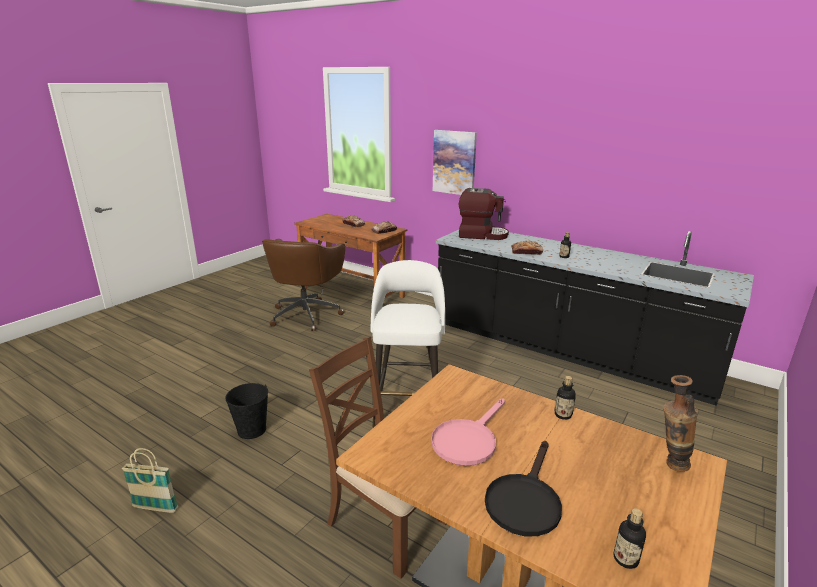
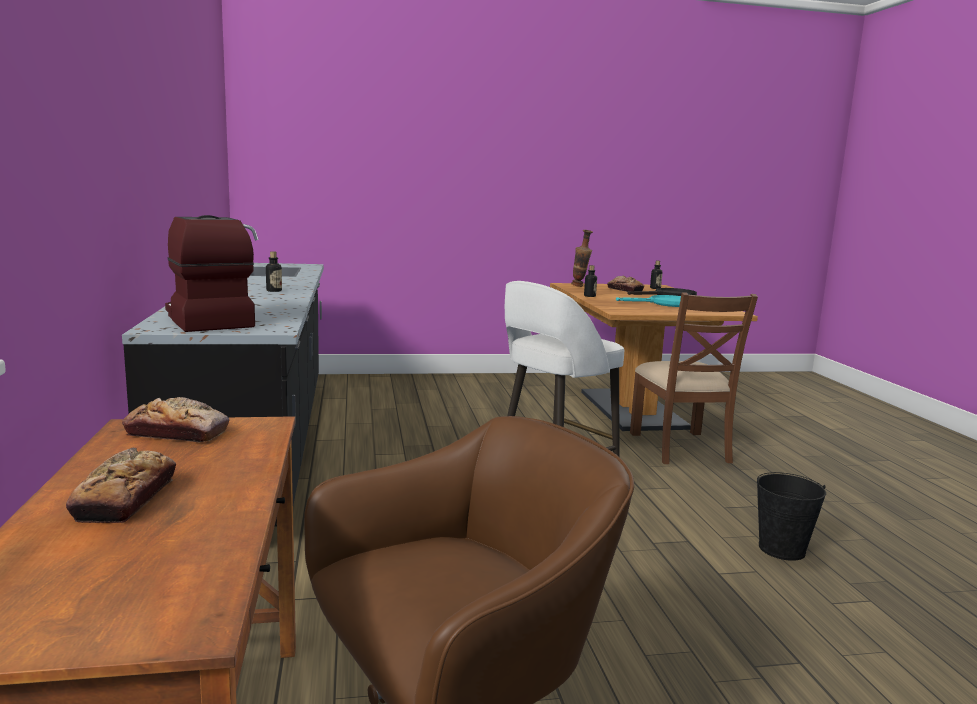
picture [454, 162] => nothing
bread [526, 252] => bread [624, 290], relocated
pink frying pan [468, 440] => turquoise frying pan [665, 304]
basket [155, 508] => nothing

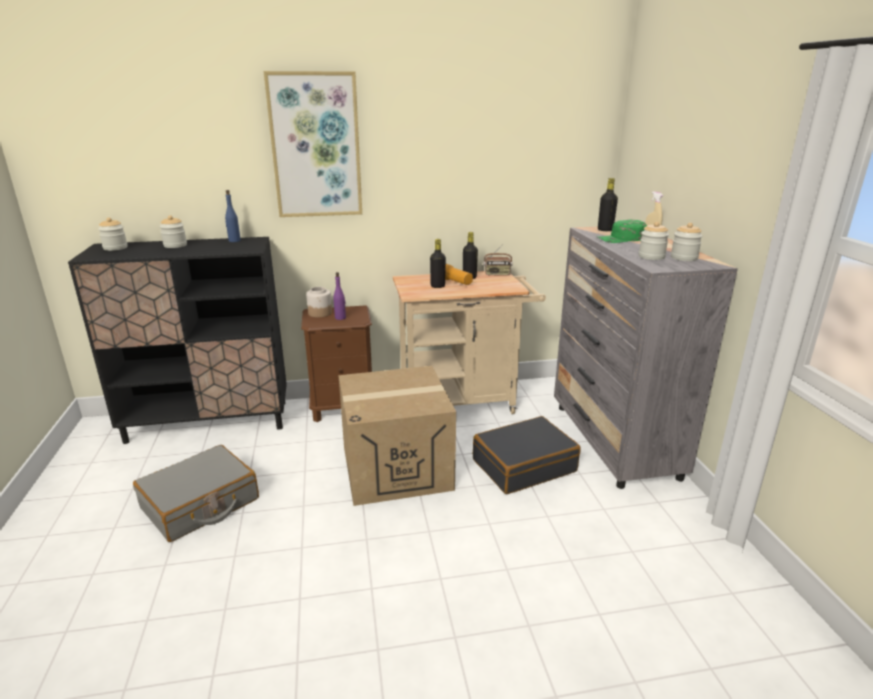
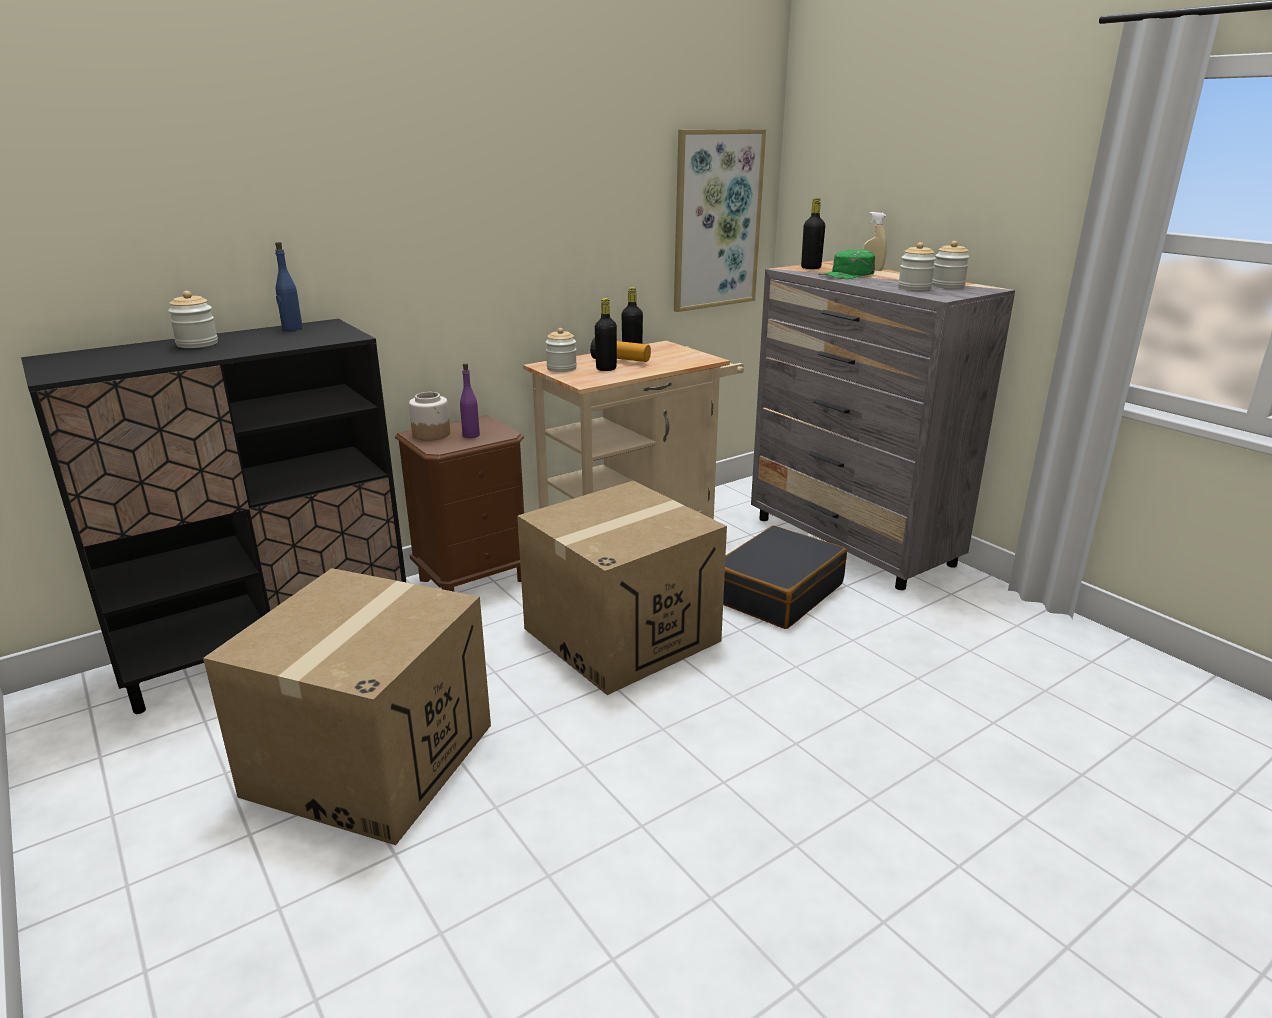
picture [316, 146] => picture [716, 220], relocated
jar [115, 248] => jar [561, 368], relocated
radio [497, 274] => nothing
grey suitcase [200, 504] => cardboard box [371, 759]

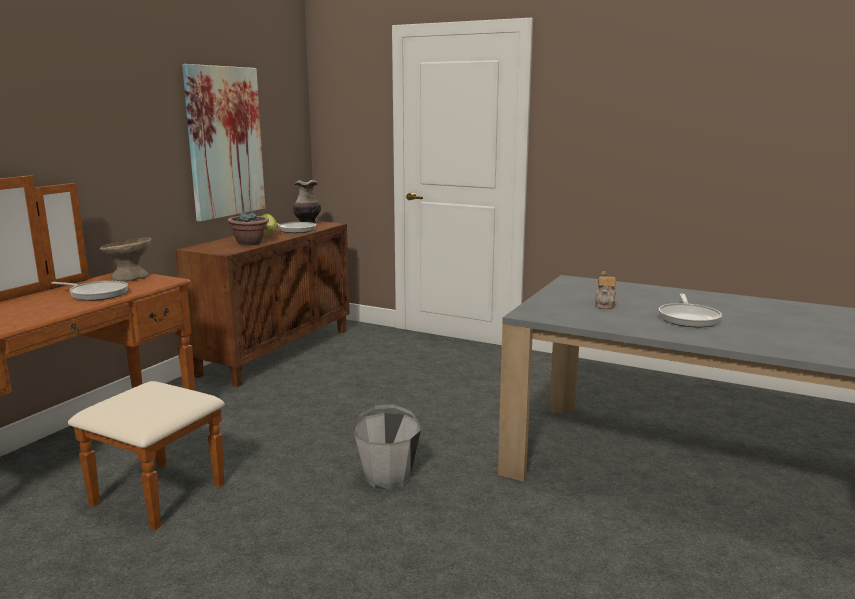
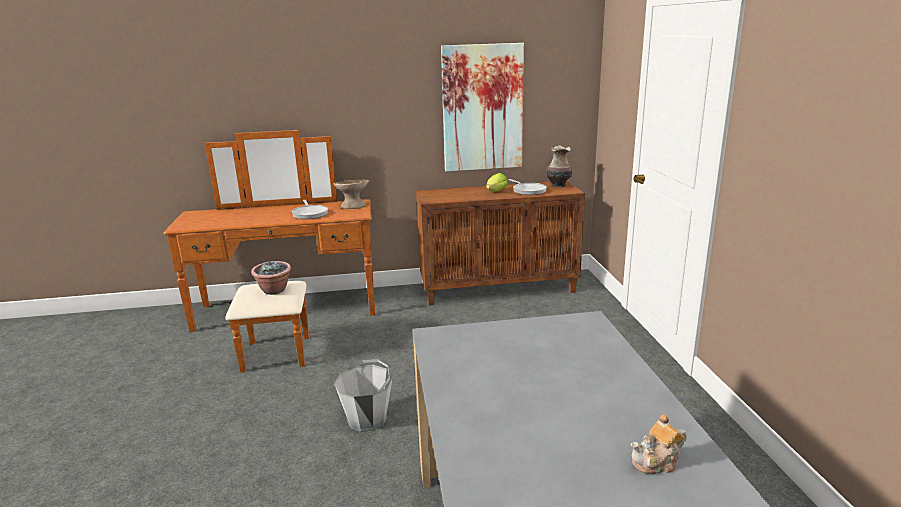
potted plant [250, 243] => potted plant [274, 290], relocated
teapot [605, 304] => teapot [657, 462], relocated
frying pan [688, 318] => nothing

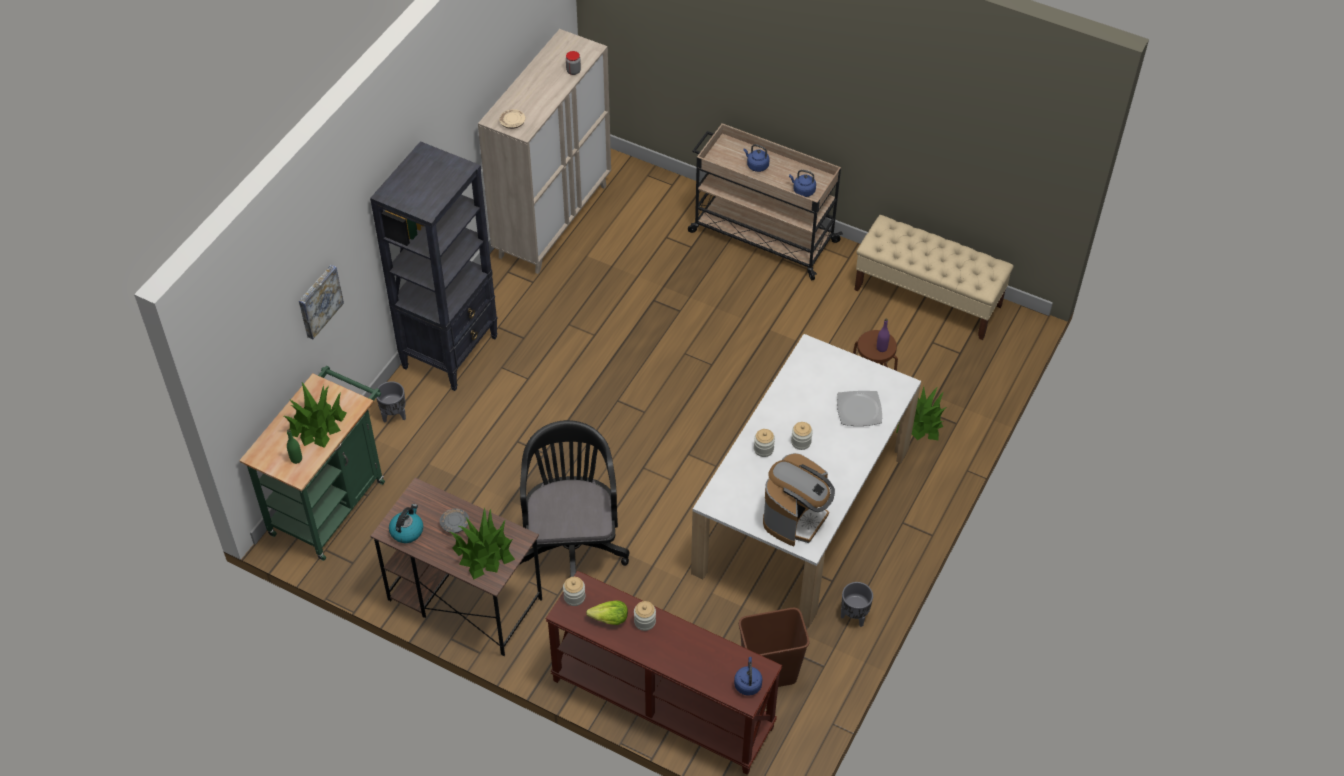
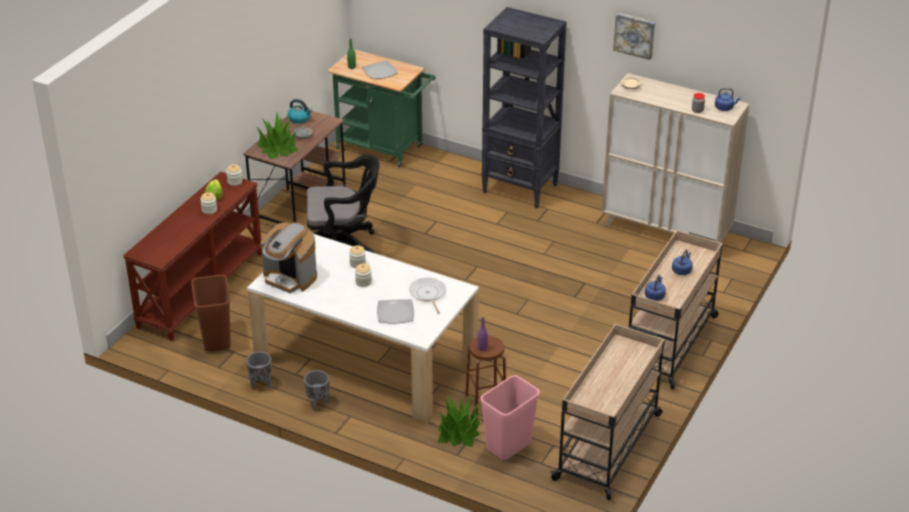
beige bench [928, 297] => beige cart [608, 445]
picture [318, 300] => picture [635, 35], relocated
grey planter [393, 415] => grey planter [318, 403], relocated
potted plant [316, 424] => plate [380, 72]
blue kettle [747, 683] => blue kettle [725, 108], relocated
nothing => frying pan [428, 294]
nothing => pink trash can [508, 446]

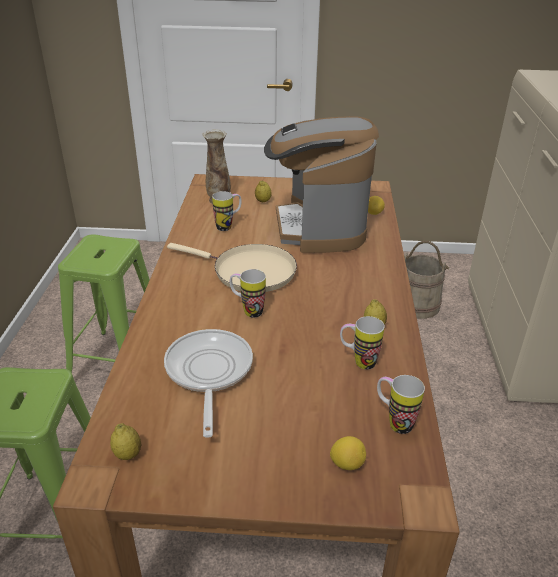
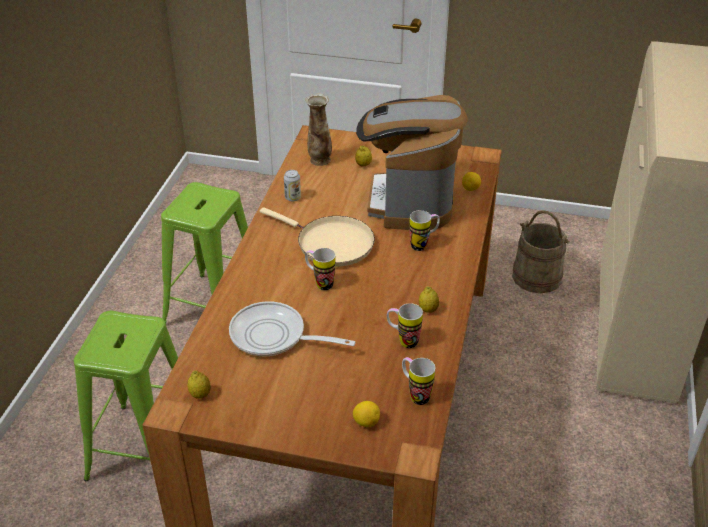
mug [228, 226] => mug [423, 245], relocated
frying pan [208, 373] => frying pan [274, 336], 75 degrees counterclockwise
nothing => can [292, 198]

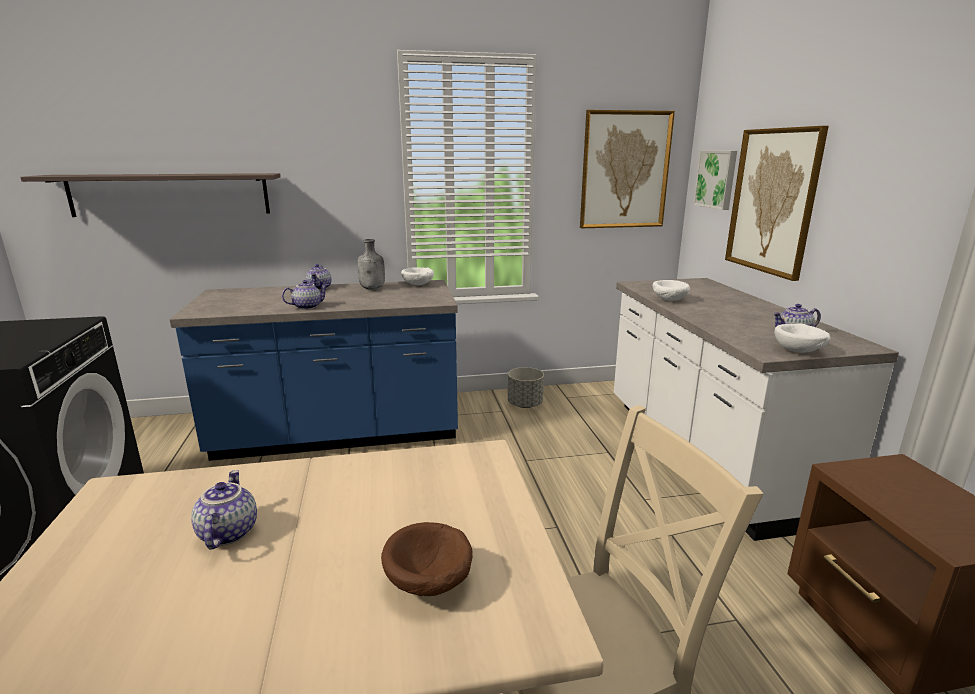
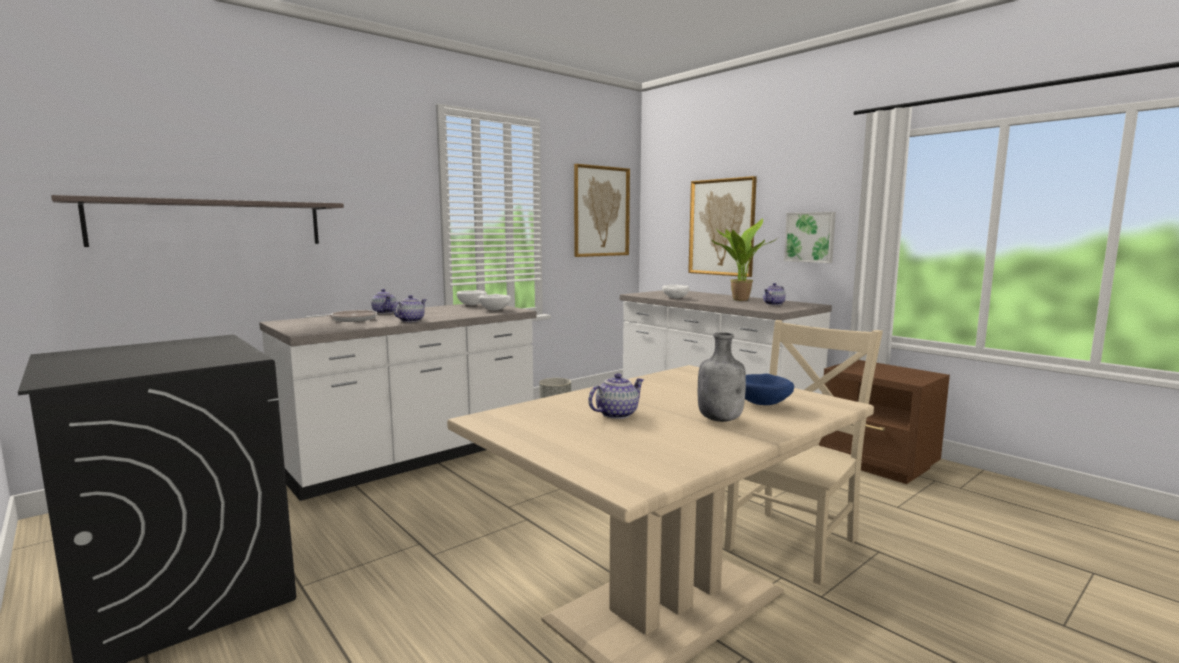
picture [716, 179] => picture [810, 237], relocated
grey bottle [373, 288] => grey bottle [721, 419], relocated
blue counter [339, 433] => white counter [414, 457]
white bowl [799, 351] => white bowl [496, 310], relocated
teapot [227, 532] => teapot [616, 414], 90 degrees clockwise
brown bowl [429, 584] => blue bowl [765, 404]
nothing => potted plant [739, 300]
nothing => frying pan [350, 320]

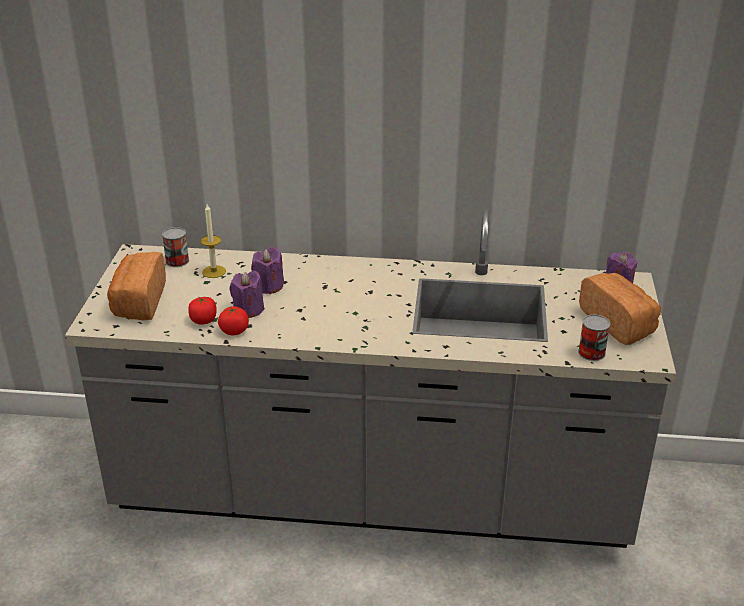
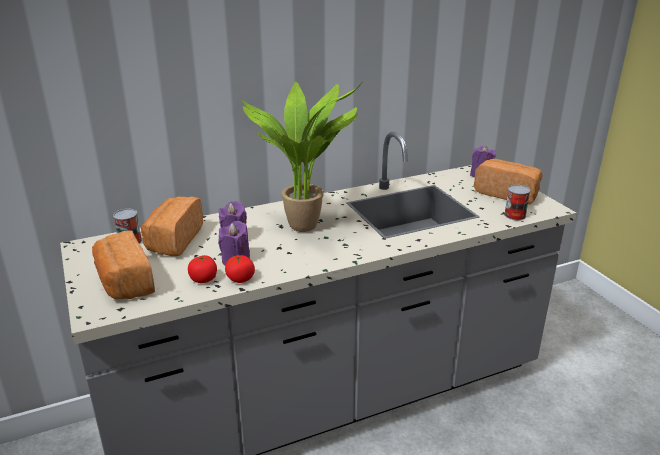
candle [214, 271] => bread [173, 240]
nothing => potted plant [306, 225]

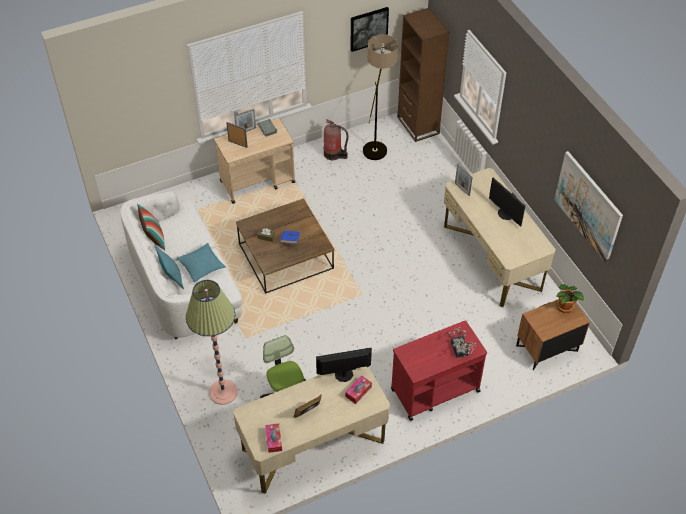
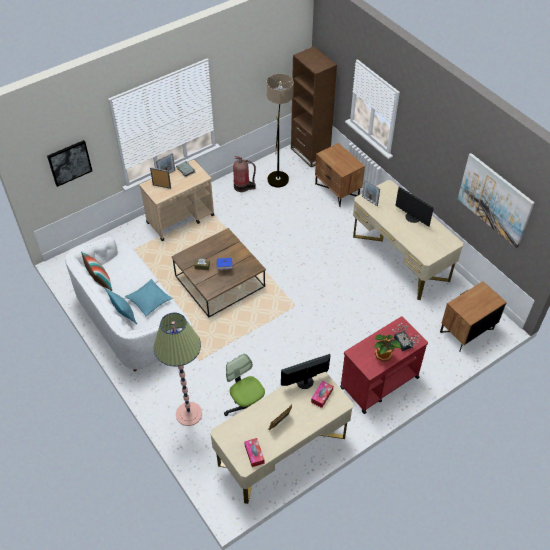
picture [368, 28] => picture [69, 162], relocated
potted plant [565, 307] => potted plant [383, 355], relocated
nothing => brown nightstand [337, 190]

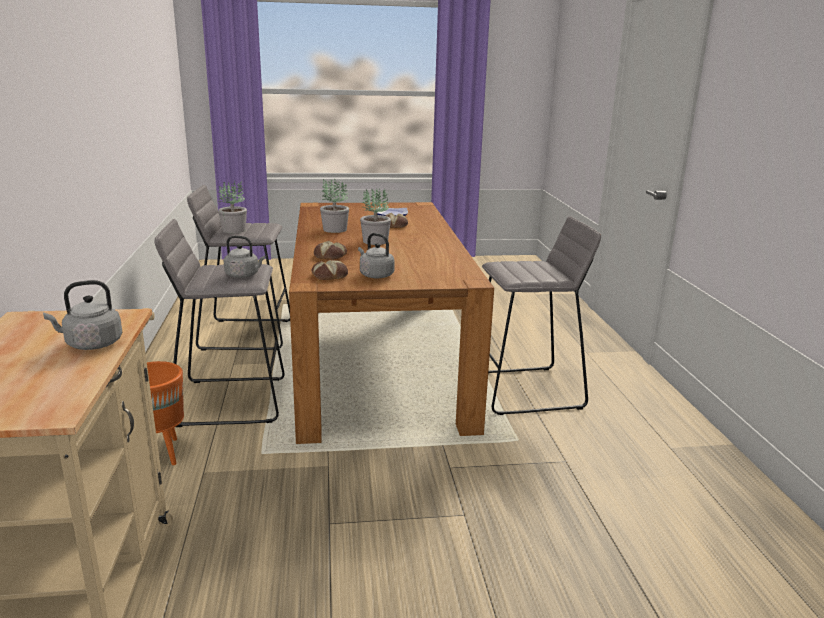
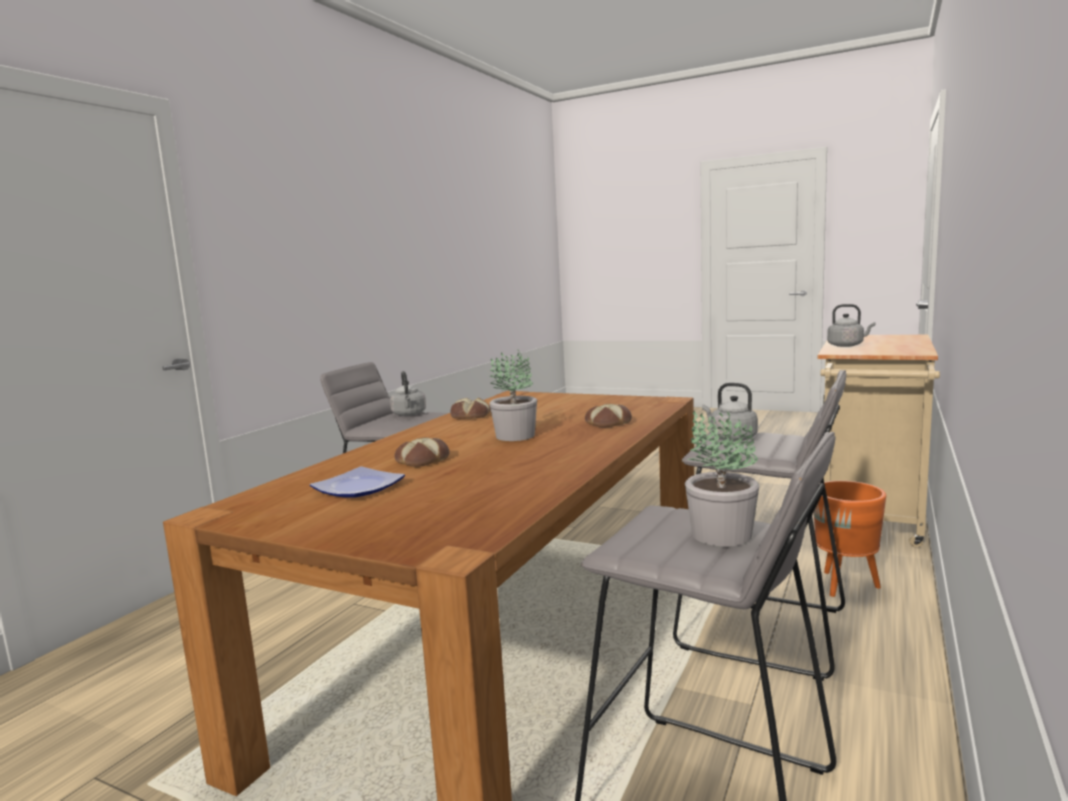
potted plant [334, 230] => nothing
grey kettle [375, 275] => grey kettle [409, 414], relocated
bread [329, 275] => bread [470, 416], relocated

